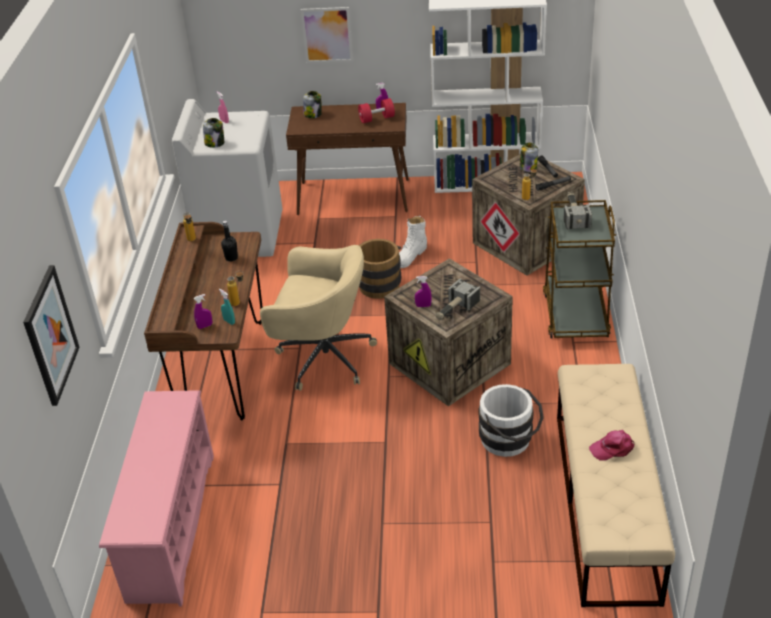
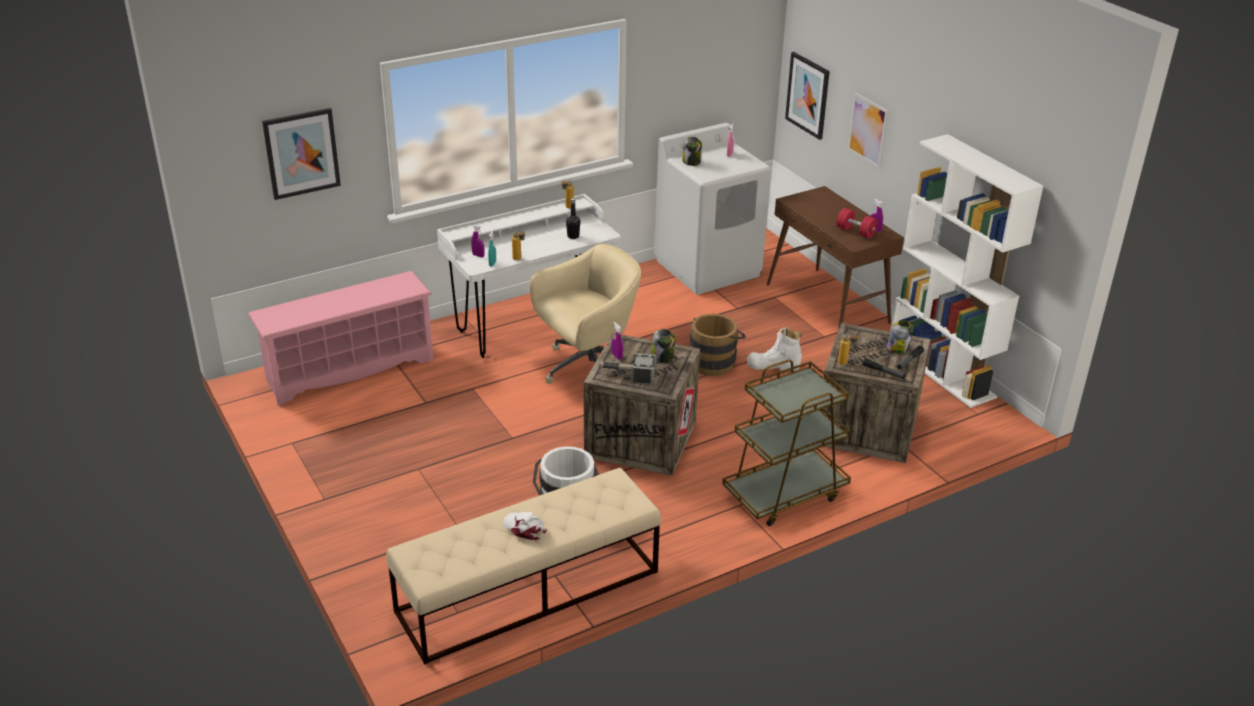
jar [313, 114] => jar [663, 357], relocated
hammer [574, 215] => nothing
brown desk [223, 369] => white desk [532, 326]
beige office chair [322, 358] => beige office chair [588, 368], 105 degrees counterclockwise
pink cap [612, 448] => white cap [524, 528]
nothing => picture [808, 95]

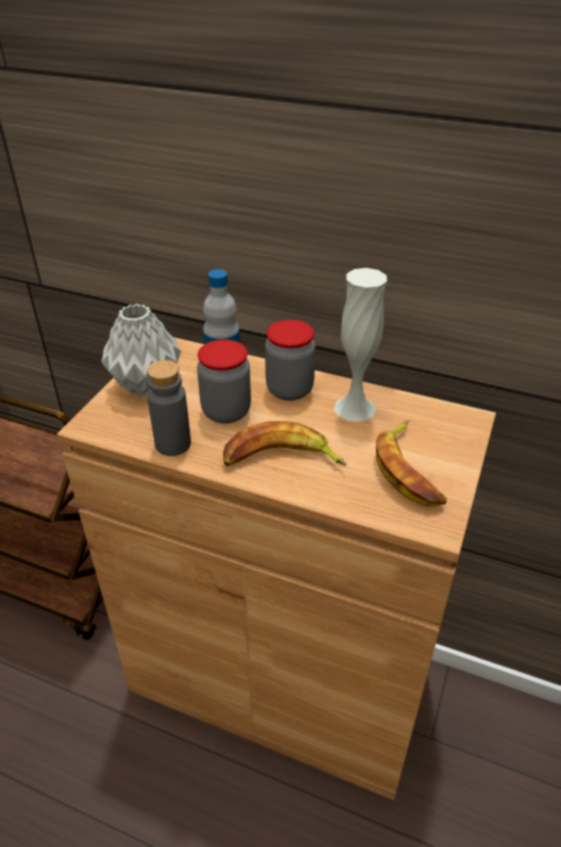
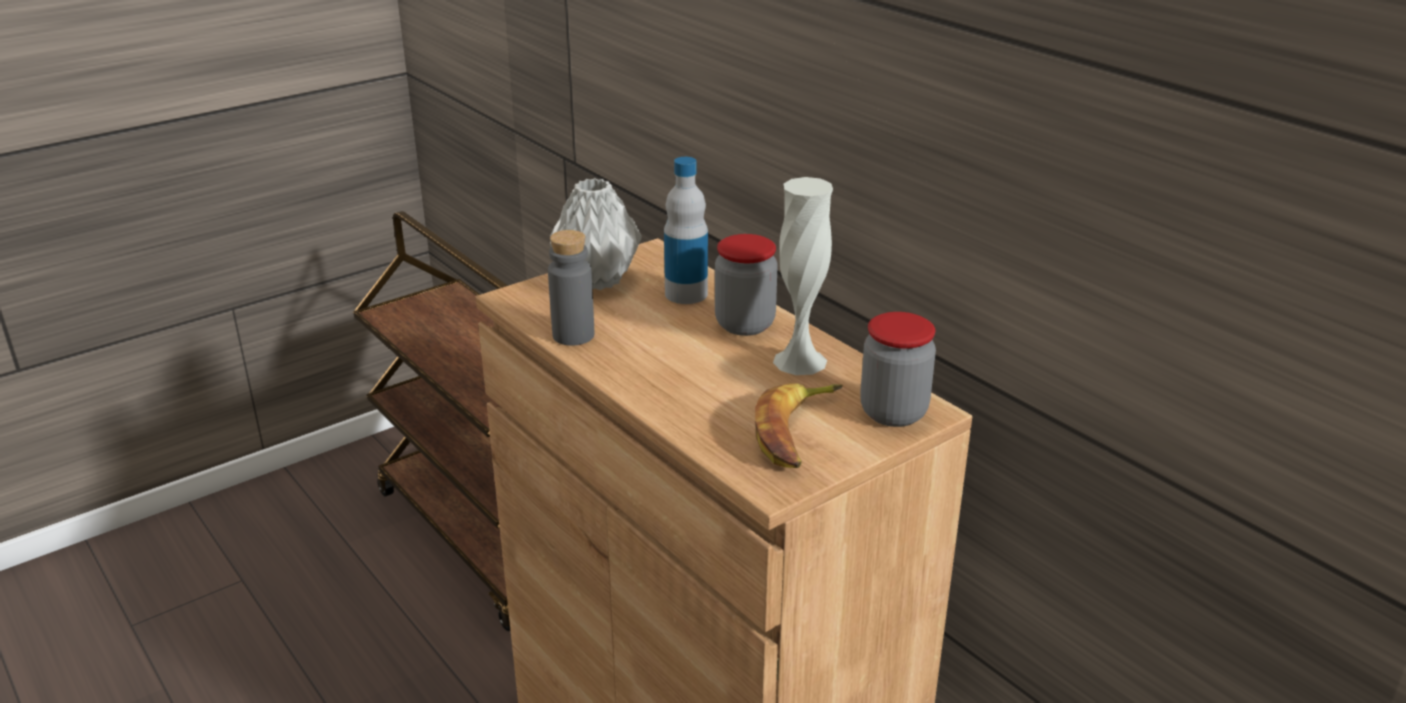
jar [226, 411] => jar [893, 413], relocated
banana [281, 459] => nothing

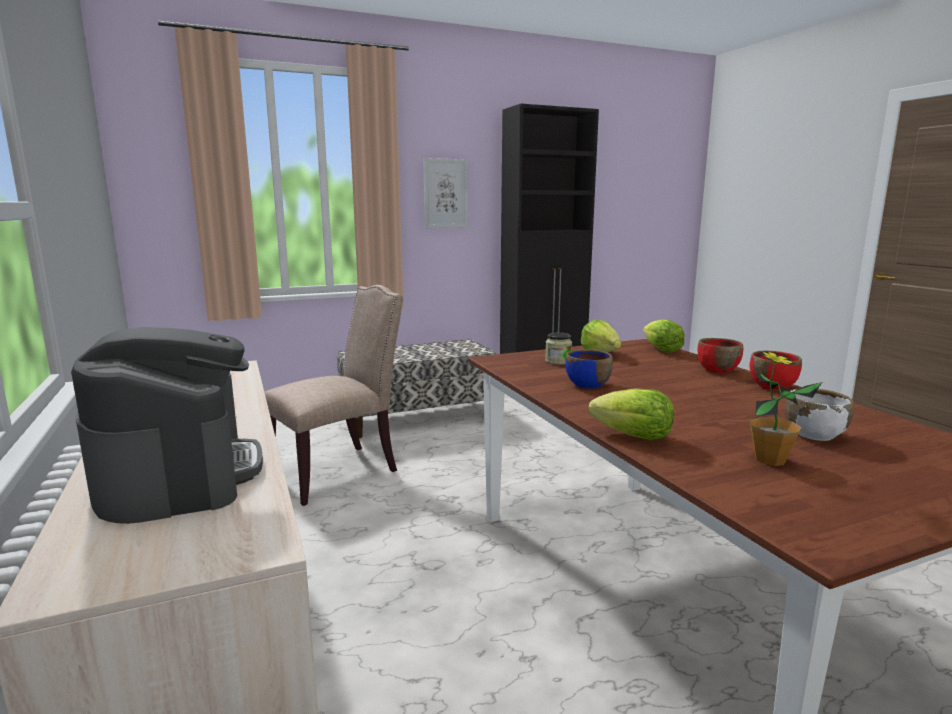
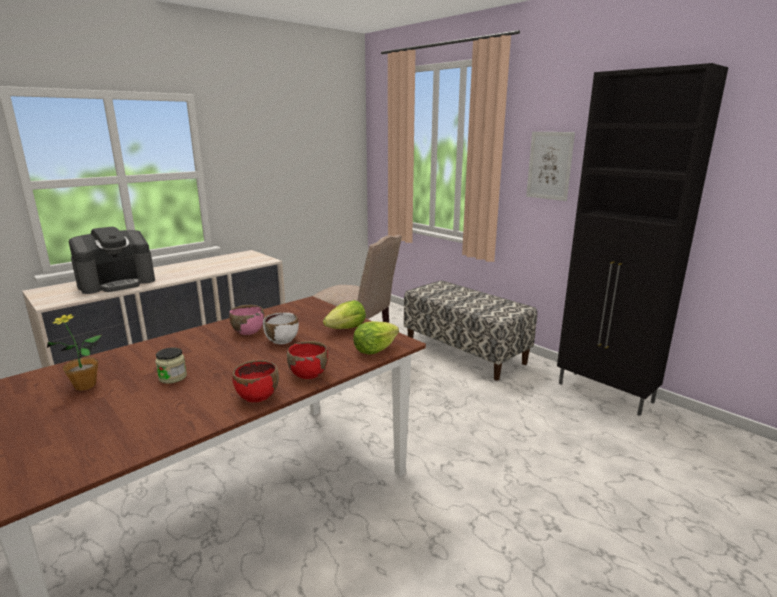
jar [558, 361] => jar [173, 377], relocated
blue bowl [587, 385] => pink bowl [248, 331]
lettuce [633, 436] => nothing
white bowl [814, 434] => white bowl [282, 340], relocated

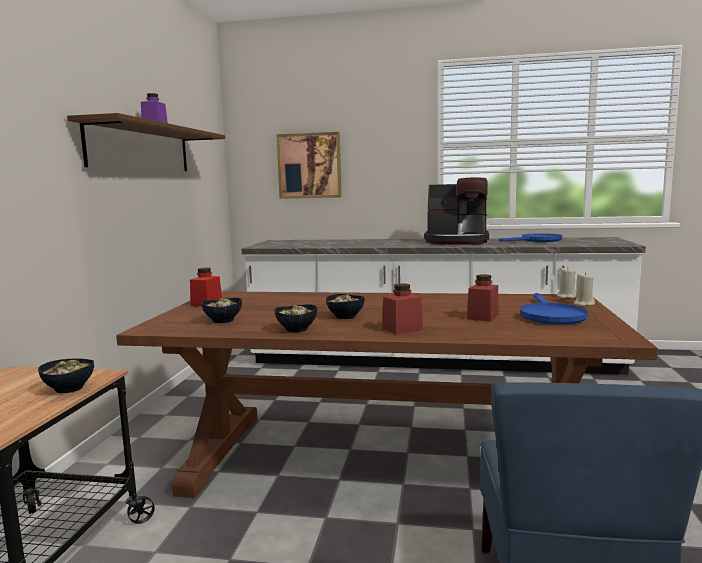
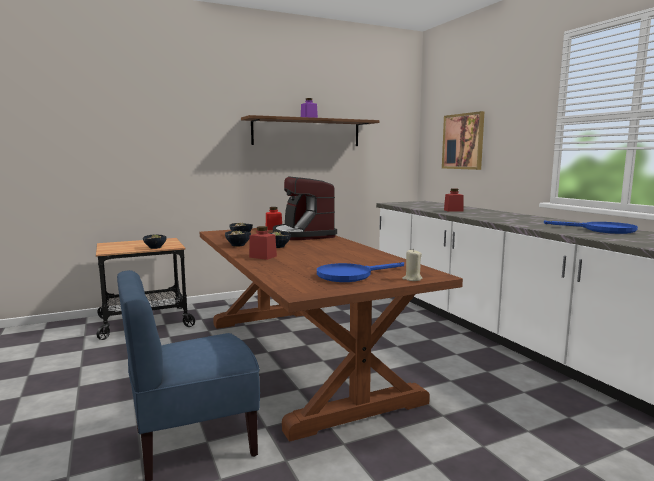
coffee machine [457, 241] => coffee machine [303, 235], relocated
beige candle [566, 296] => nothing
red jar [483, 317] => red jar [453, 210], relocated

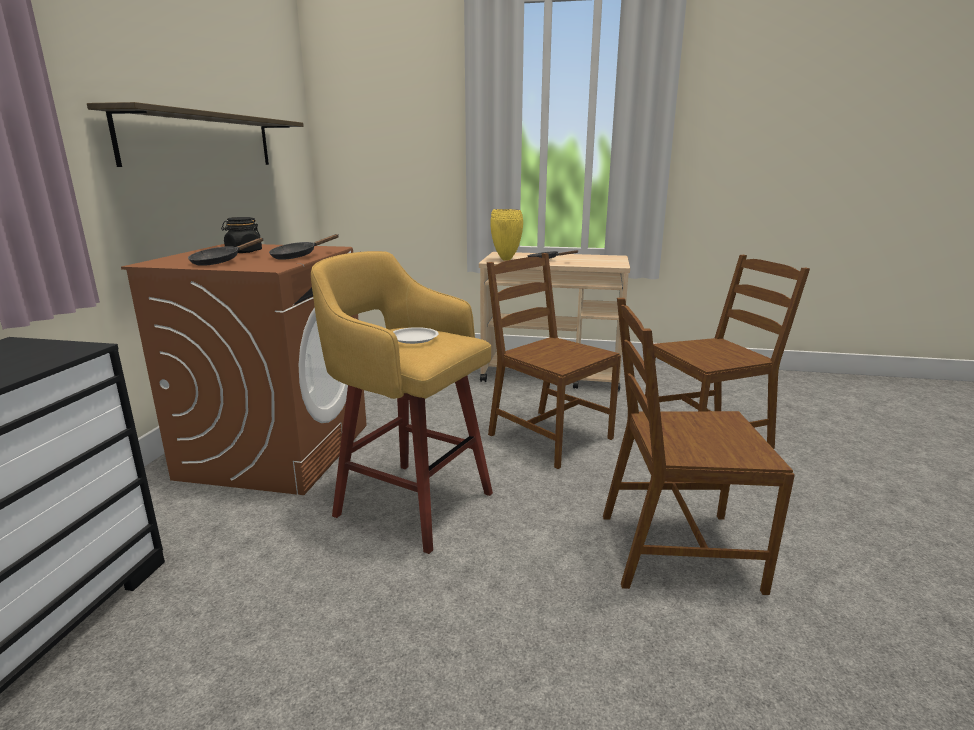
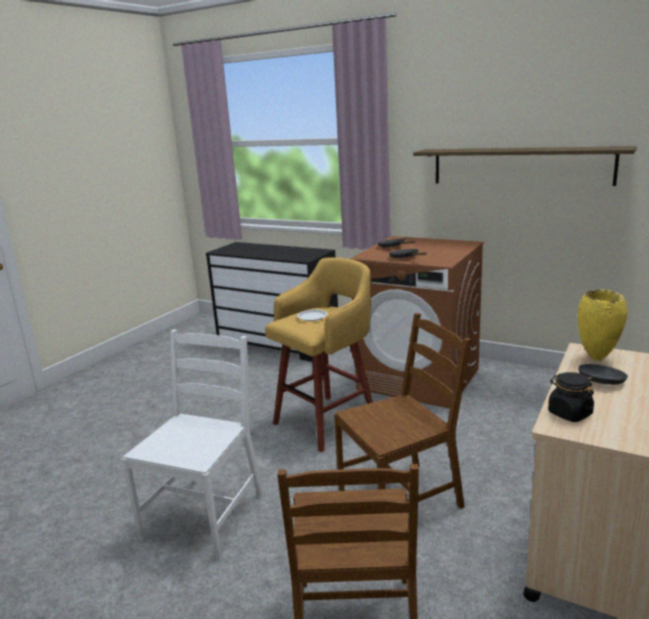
black jar [244, 251] => black jar [569, 413], relocated
brown chair [676, 550] => white chair [205, 515]

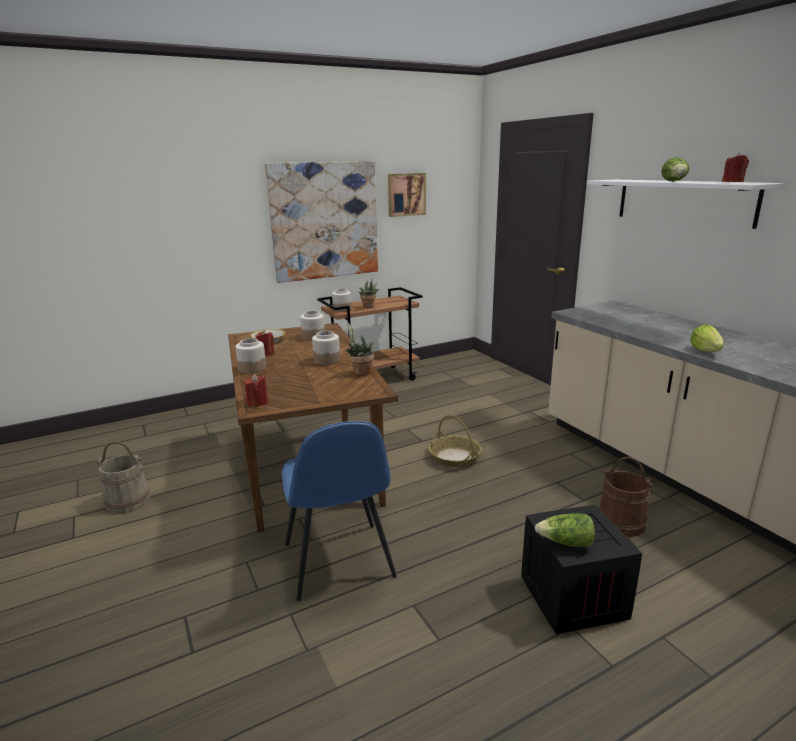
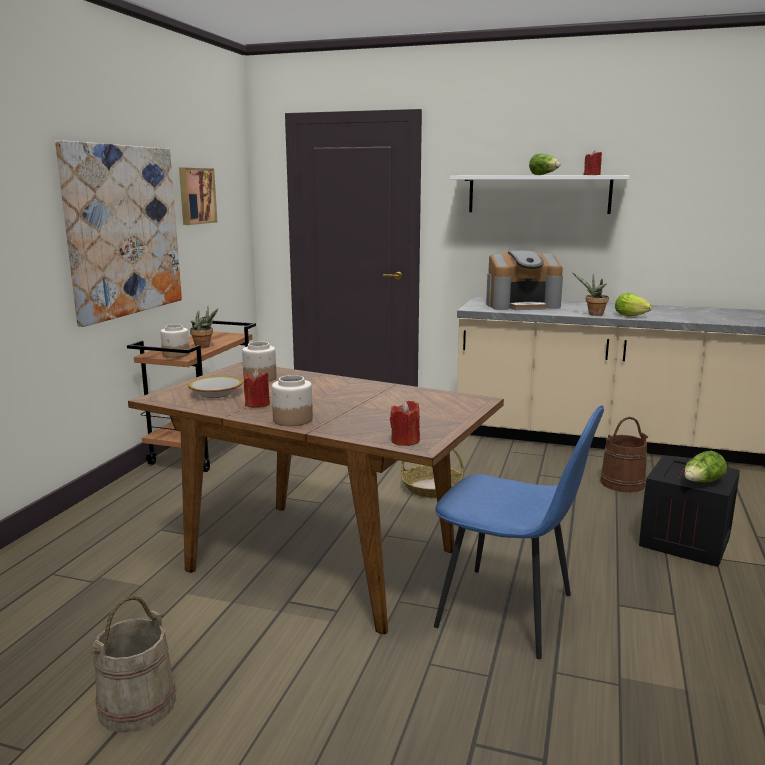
potted plant [360, 372] => potted plant [593, 314], relocated
jar [327, 360] => nothing
nothing => coffee machine [522, 305]

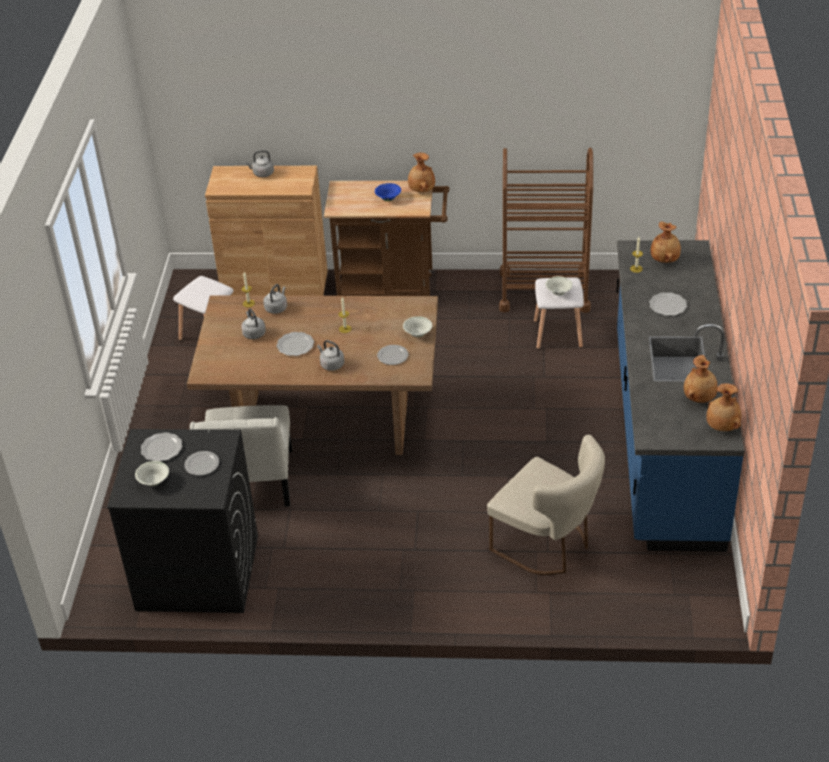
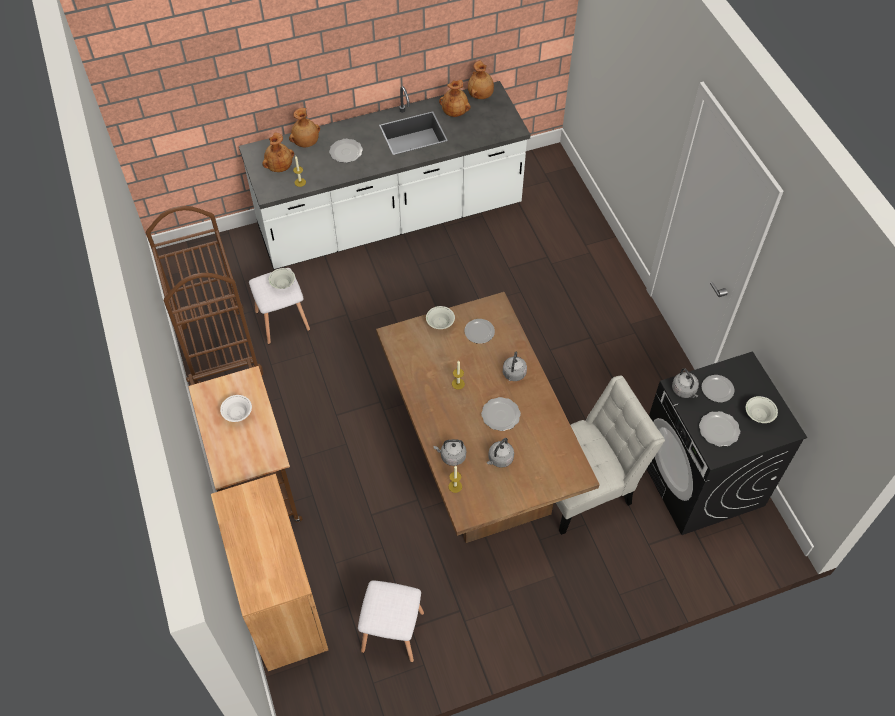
grey kettle [262, 174] => grey kettle [684, 391], relocated
brown vase [421, 190] => brown vase [306, 143], relocated
blue bowl [388, 199] => white bowl [238, 414]
blue counter [664, 437] => white counter [390, 219]
beige chair [548, 545] => nothing

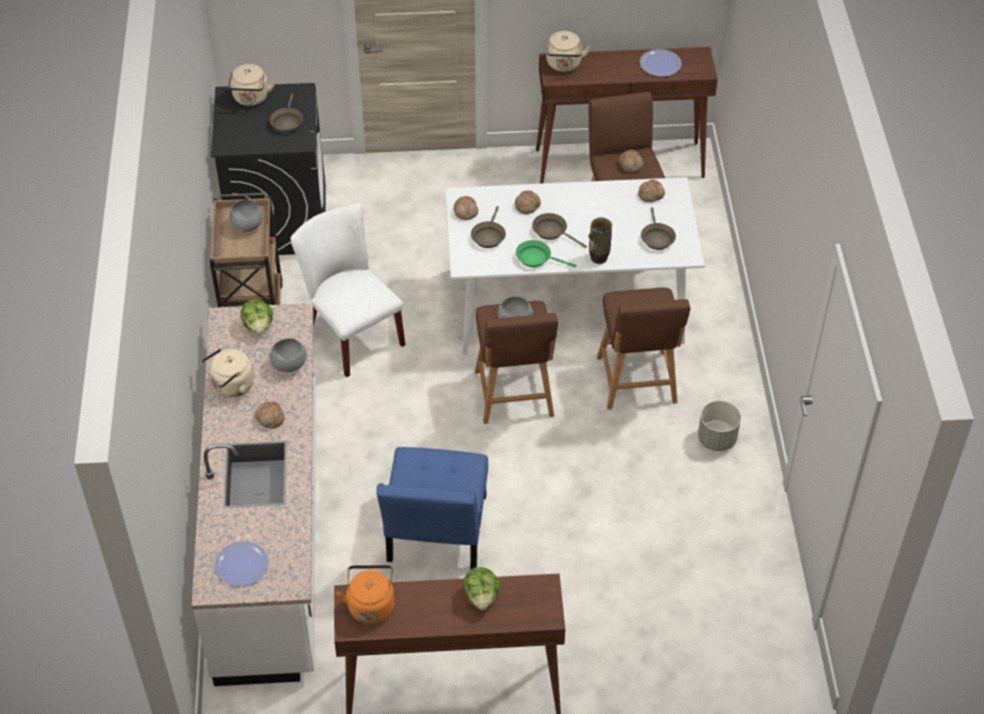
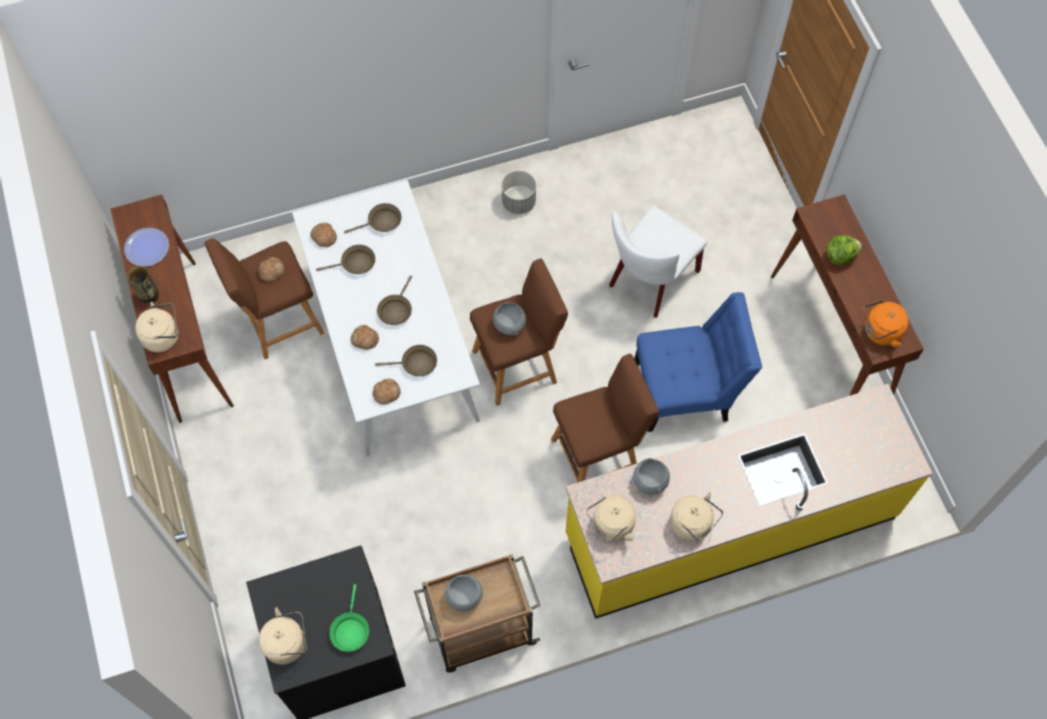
brown frying pan [287, 122] => brown frying pan [355, 264], relocated
white chair [350, 333] => white chair [649, 281], relocated
vase [598, 258] => vase [150, 297], relocated
green frying pan [536, 258] => green frying pan [350, 629], relocated
brown stool [637, 383] => brown stool [599, 455], relocated
lettuce [258, 326] => beige kettle [611, 526]
white counter [271, 530] => yellow counter [729, 525]
bread [269, 418] => nothing
plate [242, 565] => nothing

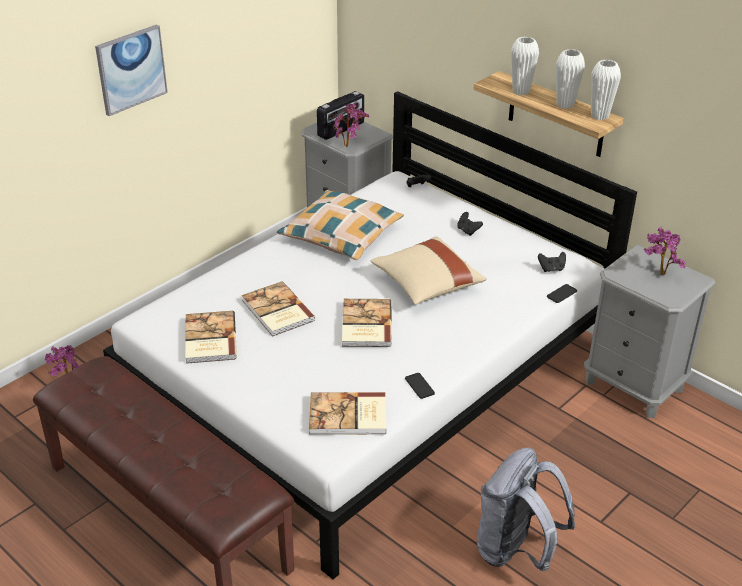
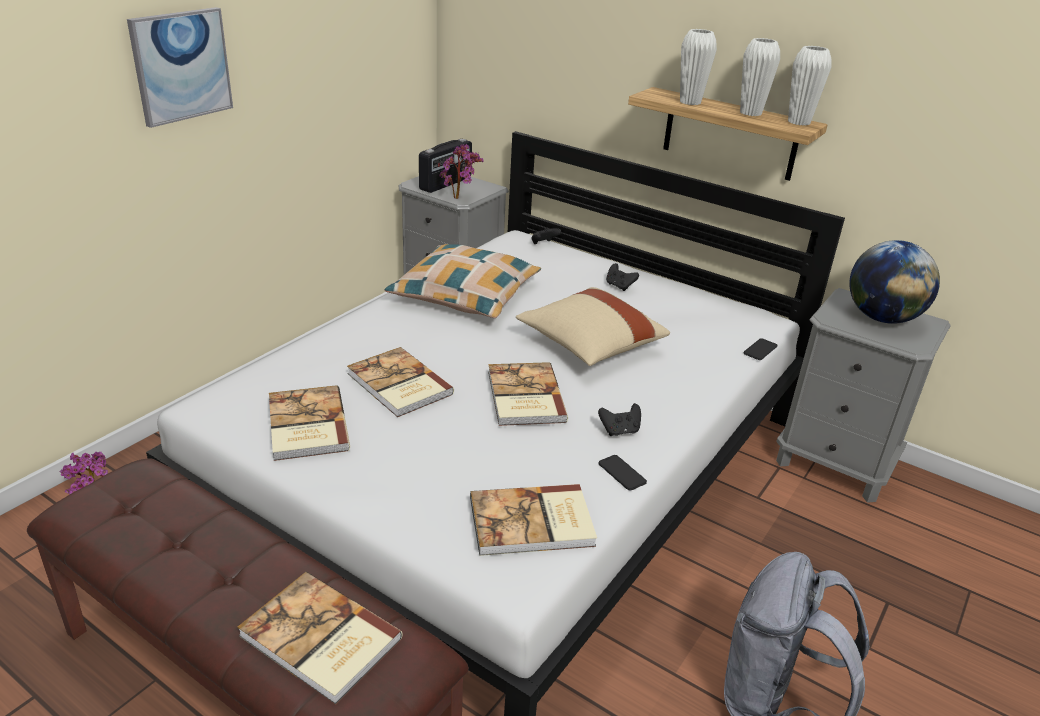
potted plant [658, 274] => globe [881, 318]
black game controller [551, 269] => black game controller [619, 431], relocated
nothing => book [319, 640]

